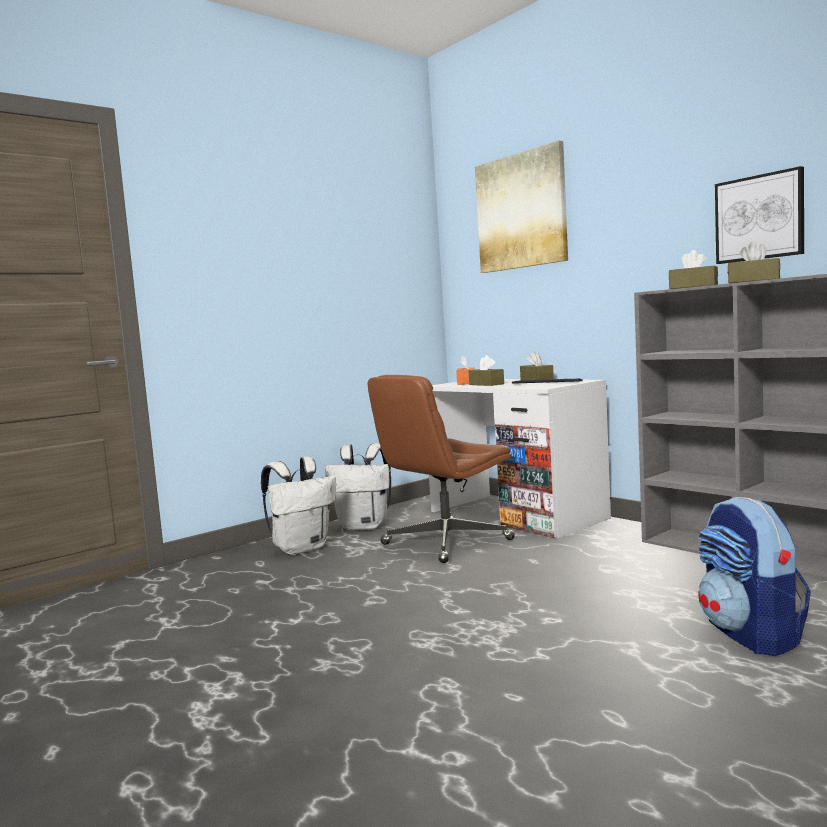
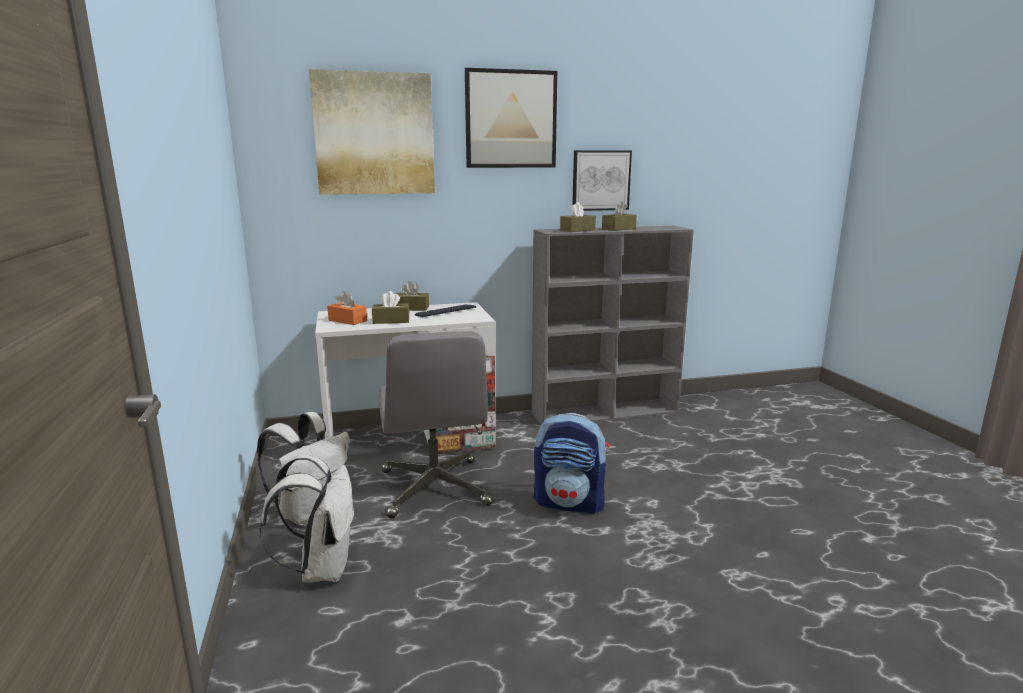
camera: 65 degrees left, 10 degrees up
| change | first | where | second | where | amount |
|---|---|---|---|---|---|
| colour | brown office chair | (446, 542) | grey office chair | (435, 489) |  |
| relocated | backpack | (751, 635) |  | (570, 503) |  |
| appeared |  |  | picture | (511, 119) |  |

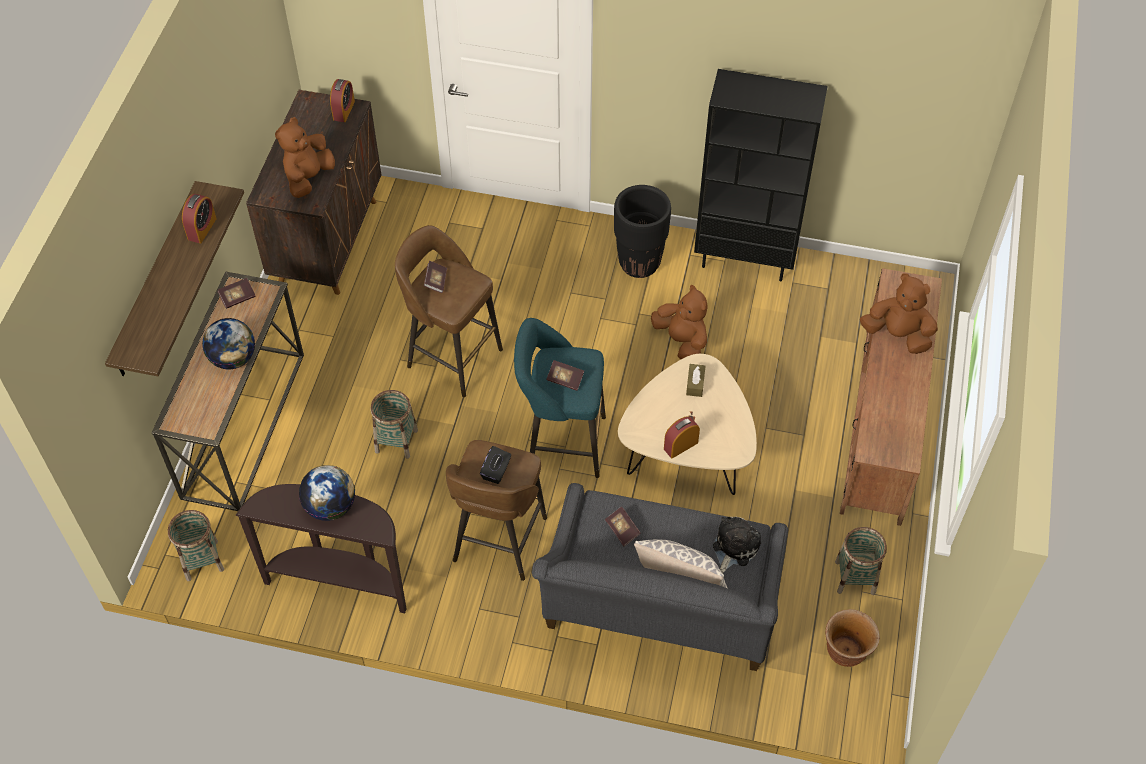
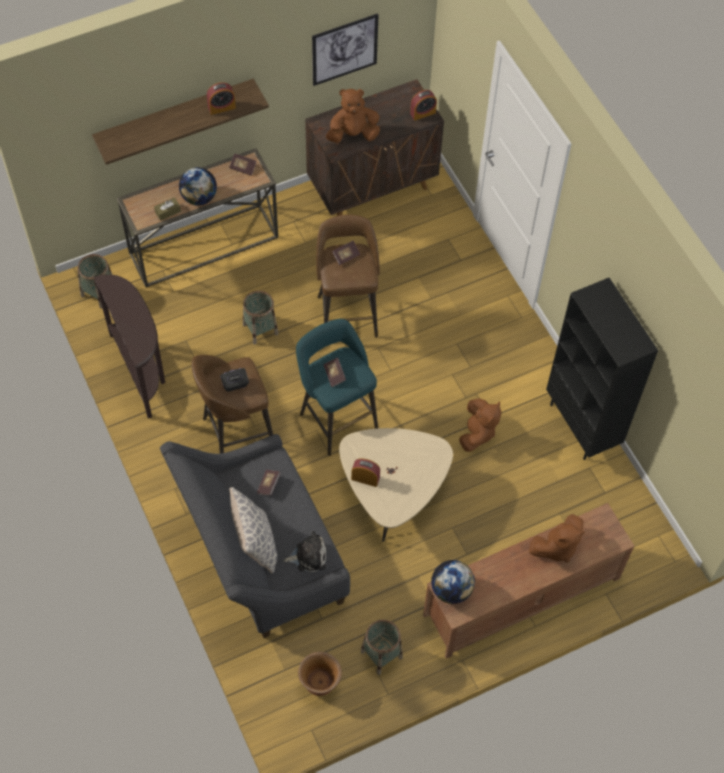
camera: 50 degrees right, 5 degrees up
| change | first | where | second | where | amount |
|---|---|---|---|---|---|
| missing | black planter | (639, 263) |  |  |  |
| spun | brown plush toy | (897, 335) |  | (557, 547) | 75 degrees clockwise |
| relocated | brown tissue box | (695, 384) |  | (168, 212) |  |
| relocated | globe | (331, 507) |  | (451, 590) |  |
| appeared |  |  | picture | (344, 49) |  |

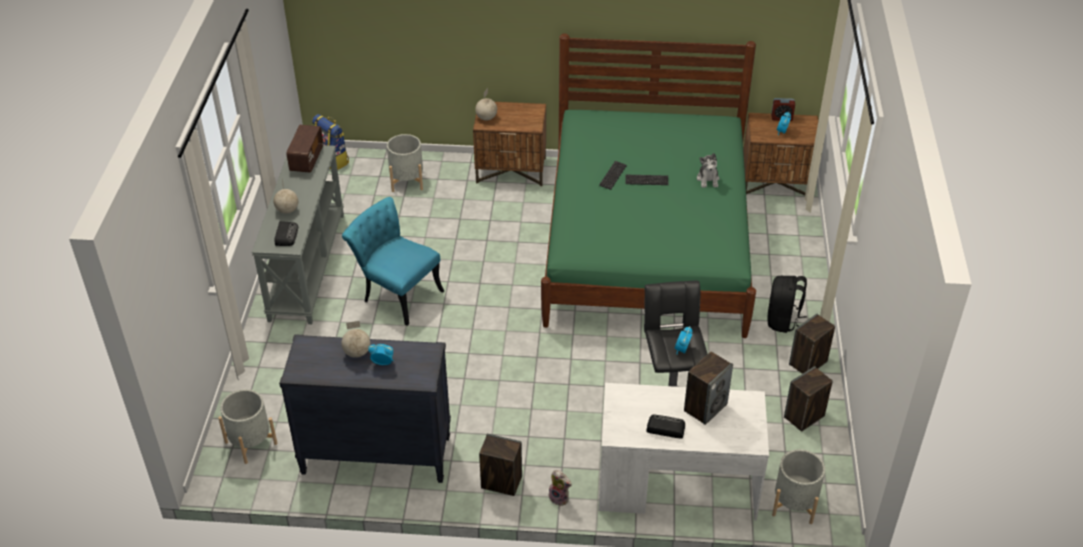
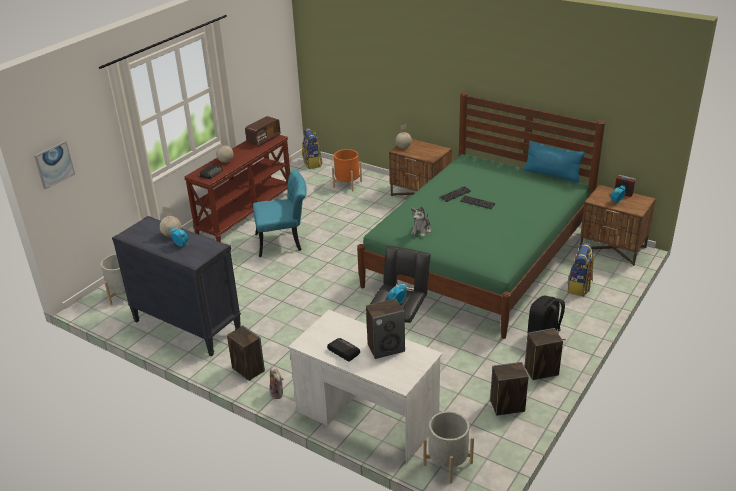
camera: 30 degrees right, 10 degrees down
| change | first | where | second | where | amount |
|---|---|---|---|---|---|
| colour | grey planter | (407, 181) | orange planter | (347, 184) |  |
| colour | grey console table | (306, 266) | brown console table | (245, 212) |  |
| relocated | plush toy | (708, 179) |  | (421, 230) |  |
| spun | turquoise chair | (396, 293) |  | (284, 242) | 105 degrees clockwise |
| appeared |  |  | blue pillow | (552, 174) |  |
| appeared |  |  | picture | (54, 164) |  |
| appeared |  |  | backpack | (579, 287) |  |

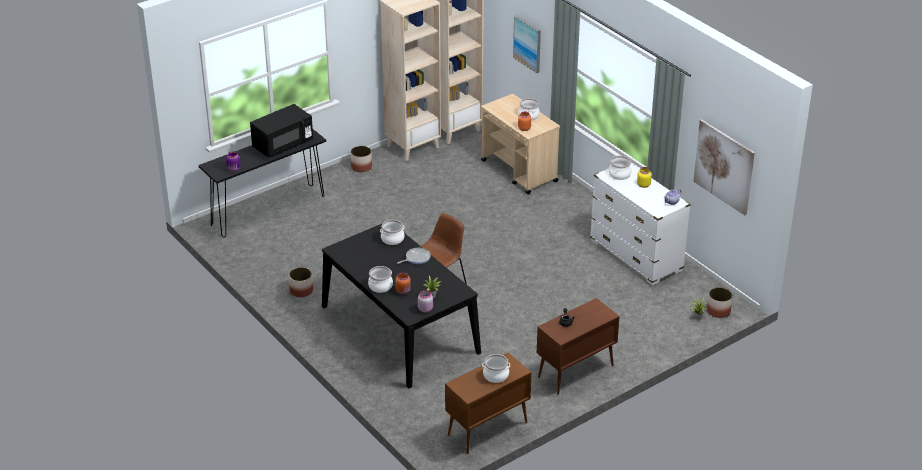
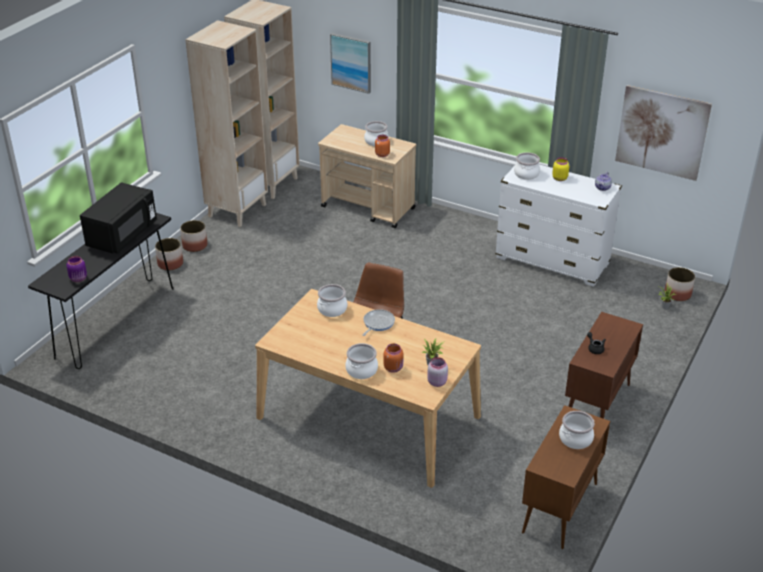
camera: 25 degrees left, 0 degrees up
| change | first | where | second | where | amount |
|---|---|---|---|---|---|
| colour | black dining table | (400, 329) | beige dining table | (368, 417) |  |
| relocated | planter | (301, 290) |  | (170, 264) |  |

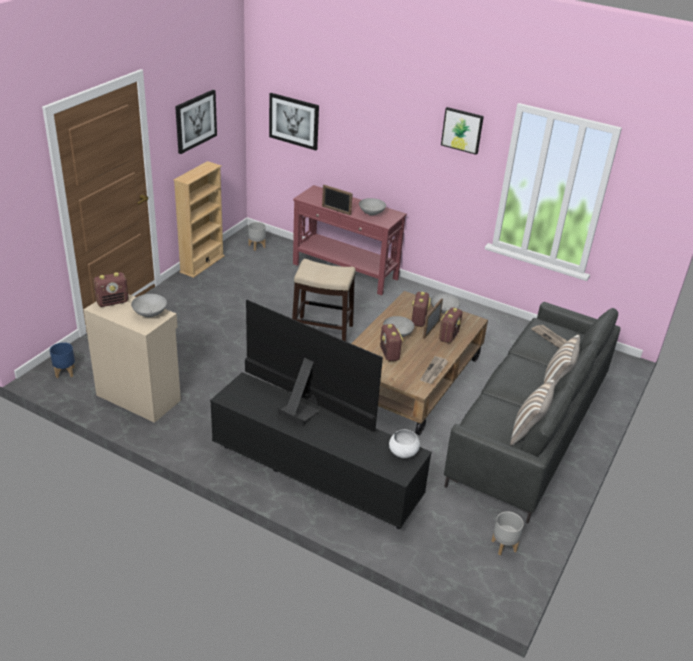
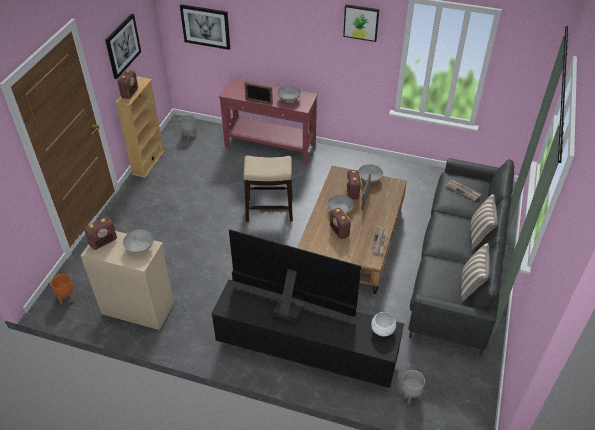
camera: 10 degrees left, 10 degrees up
| change | first | where | second | where | amount |
|---|---|---|---|---|---|
| relocated | radio | (449, 336) |  | (130, 93) |  |
| colour | blue planter | (65, 372) | orange planter | (66, 296) |  |
| relocated | grey planter | (504, 546) |  | (410, 395) |  |

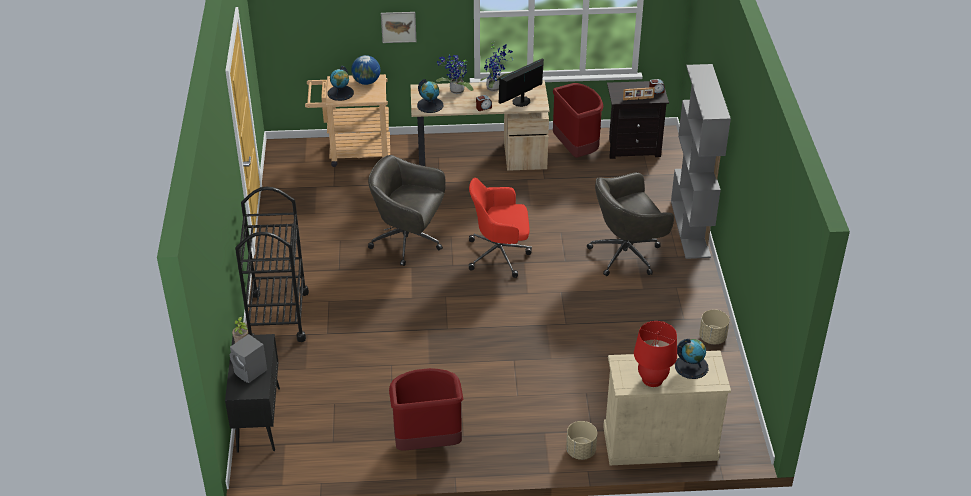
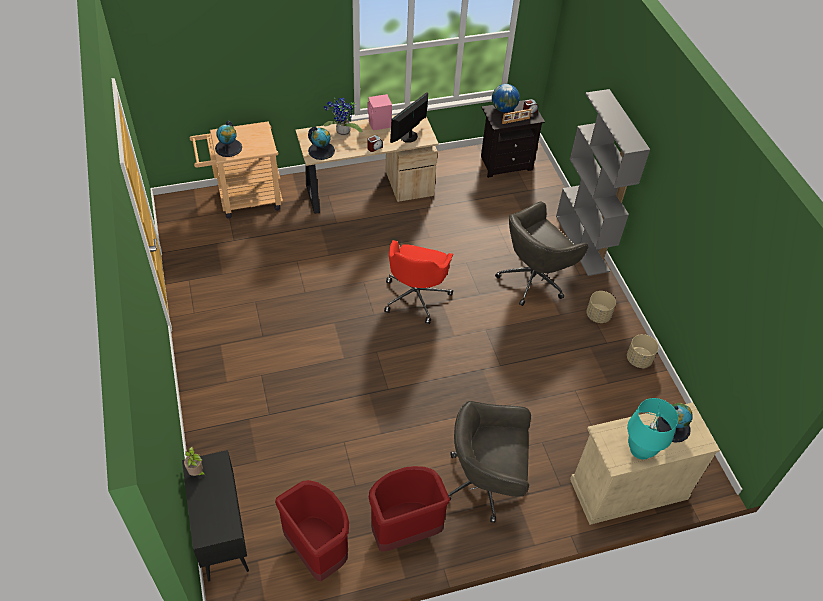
camera: 15 degrees left, 10 degrees up
| change | first | where | second | where | amount |
|---|---|---|---|---|---|
| missing | picture | (398, 27) |  |  |  |
| exchanged | potted plant | (495, 88) | pink speaker | (379, 124) |  |
| relocated | globe | (366, 82) |  | (503, 109) |  |
| relocated | red trash can | (576, 150) |  | (317, 550) |  |
| relocated | grey office chair | (408, 242) |  | (486, 483) |  |
| spun | red office chair | (500, 254) |  | (416, 296) | 60 degrees counterclockwise |
| missing | black cart | (278, 316) |  |  |  |
| colour | red table lamp | (652, 379) | turquoise table lamp | (641, 449) |  |
| missing | grey speaker | (251, 372) |  |  |  |
| relocated | beige planter | (581, 451) |  | (598, 315) |  |

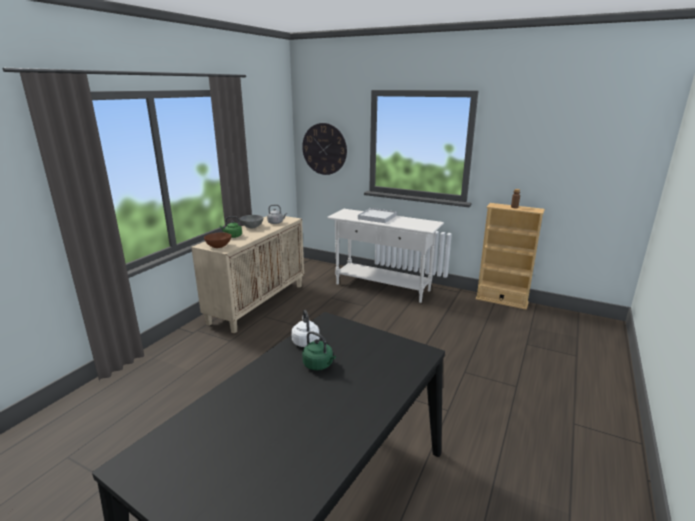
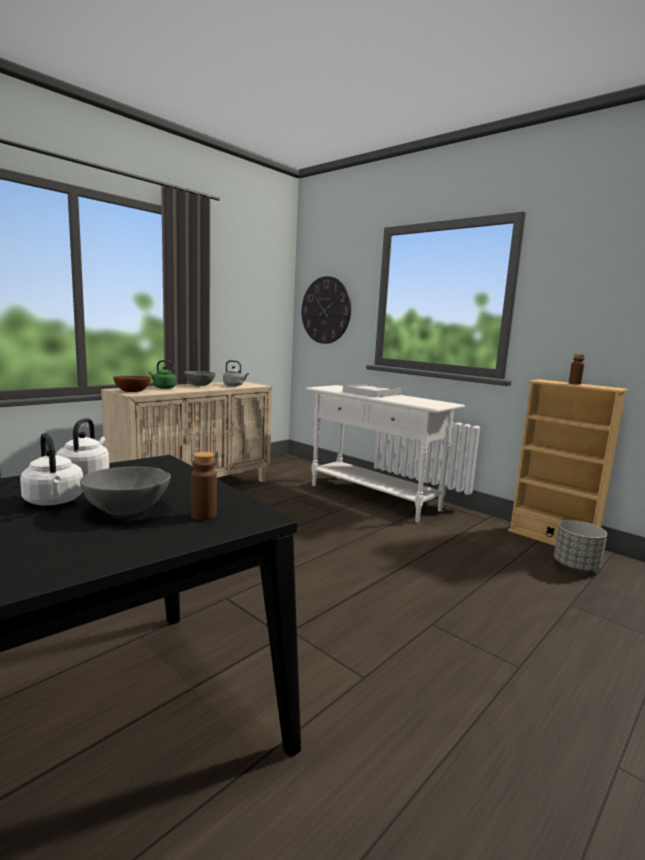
camera: 15 degrees right, 10 degrees down
| change | first | where | second | where | amount |
|---|---|---|---|---|---|
| colour | green kettle | (319, 365) | white kettle | (54, 501) |  |
| appeared |  |  | brown bottle | (203, 515) |  |
| appeared |  |  | grey bowl | (127, 509) |  |
| appeared |  |  | grey planter | (576, 566) |  |

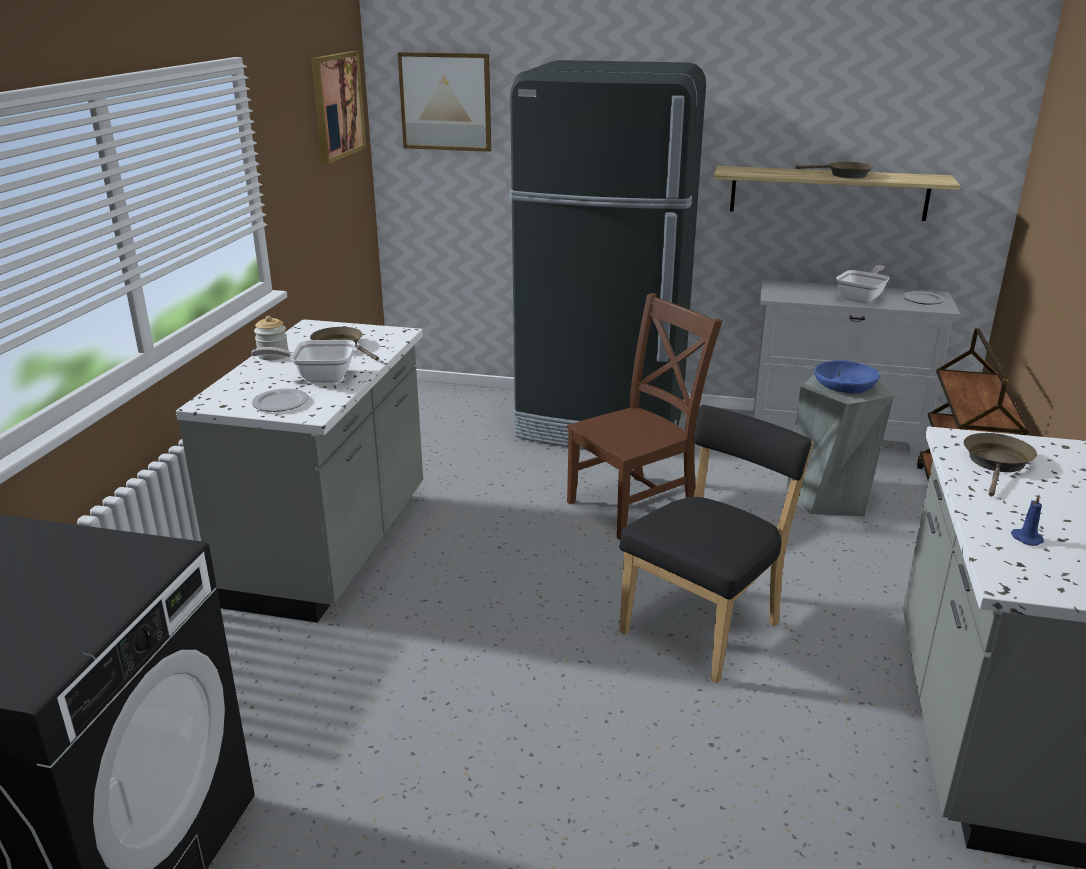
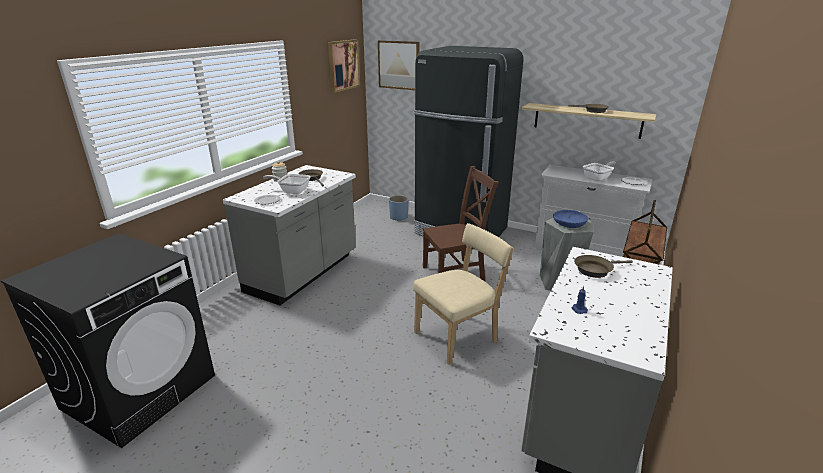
camera: 15 degrees right, 0 degrees up
| change | first | where | second | where | amount |
|---|---|---|---|---|---|
| colour | black chair | (705, 626) | beige chair | (459, 336) |  |
| spun | brown frying pan | (997, 463) |  | (595, 270) | 150 degrees counterclockwise |
| appeared |  |  | blue planter | (399, 217) |  |

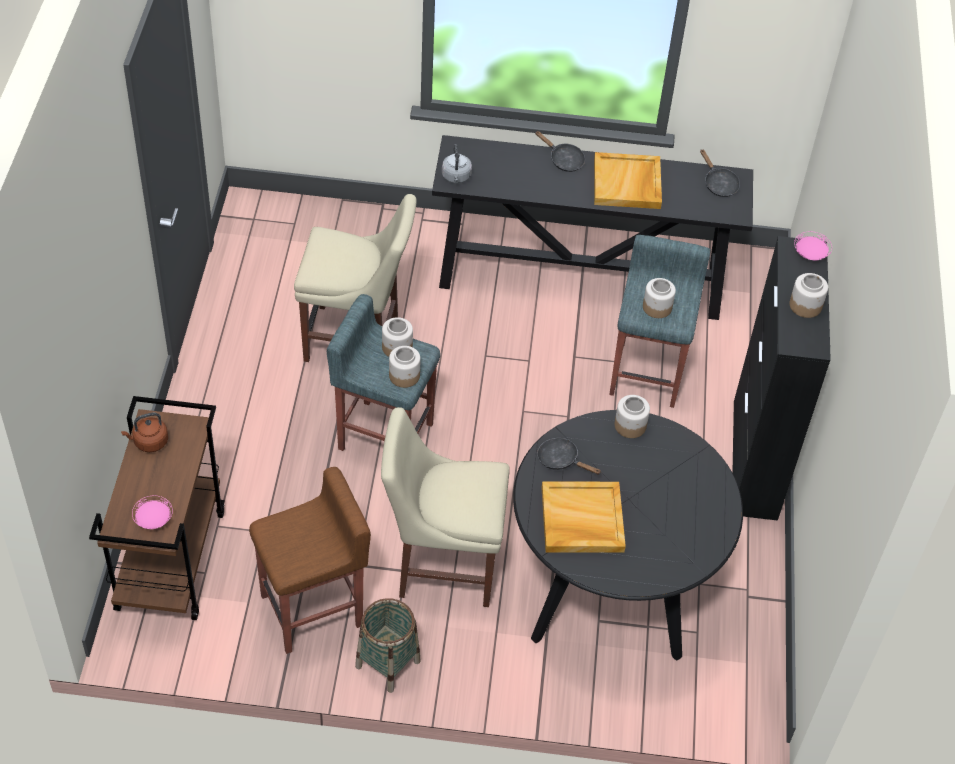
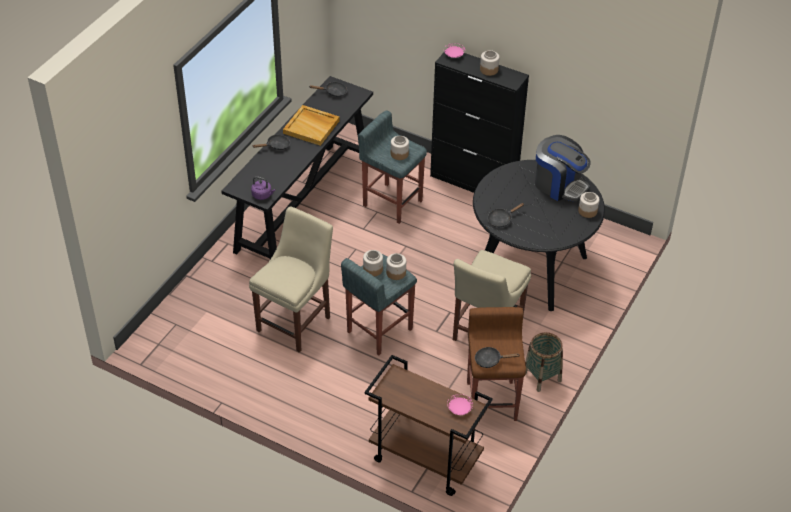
camera: 65 degrees left, 5 degrees down
| change | first | where | second | where | amount |
|---|---|---|---|---|---|
| colour | grey kettle | (456, 177) | purple kettle | (263, 195) |  |
| relocated | jar | (629, 425) |  | (587, 211) |  |
| missing | brown kettle | (149, 442) |  |  |  |
| missing | beige tray | (581, 520) |  |  |  |
| appeared |  |  | coffee machine | (559, 185) |  |
| appeared |  |  | black frying pan | (490, 360) |  |

